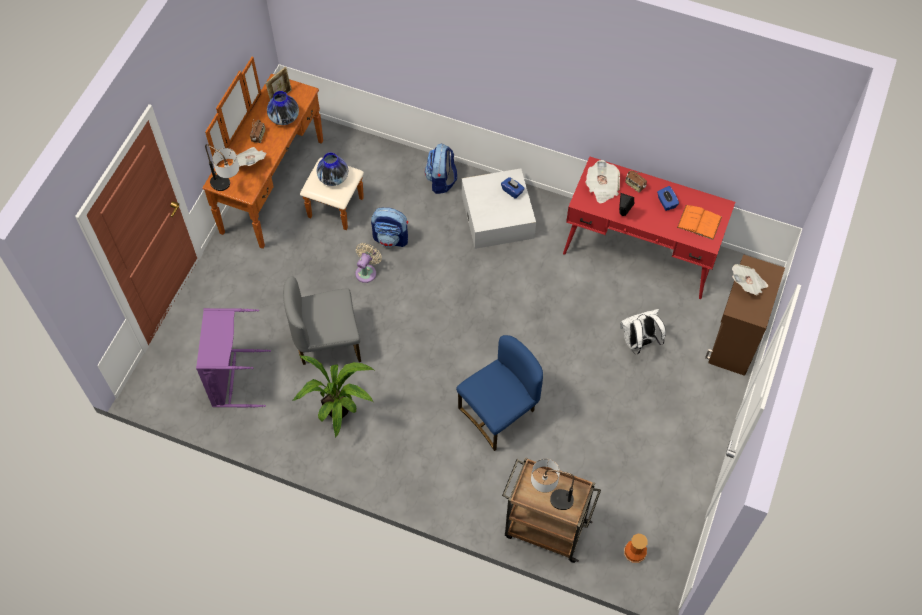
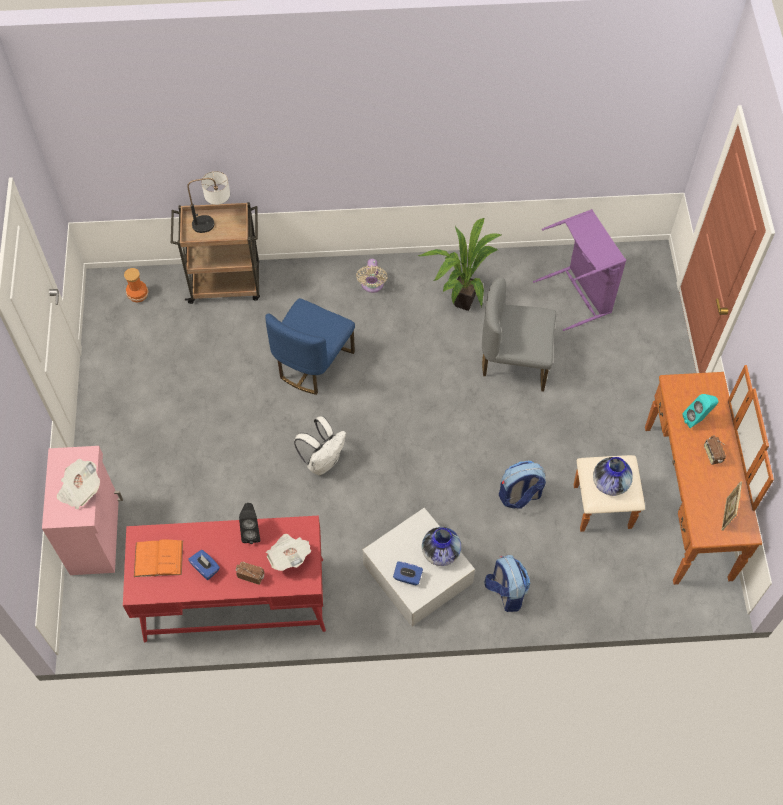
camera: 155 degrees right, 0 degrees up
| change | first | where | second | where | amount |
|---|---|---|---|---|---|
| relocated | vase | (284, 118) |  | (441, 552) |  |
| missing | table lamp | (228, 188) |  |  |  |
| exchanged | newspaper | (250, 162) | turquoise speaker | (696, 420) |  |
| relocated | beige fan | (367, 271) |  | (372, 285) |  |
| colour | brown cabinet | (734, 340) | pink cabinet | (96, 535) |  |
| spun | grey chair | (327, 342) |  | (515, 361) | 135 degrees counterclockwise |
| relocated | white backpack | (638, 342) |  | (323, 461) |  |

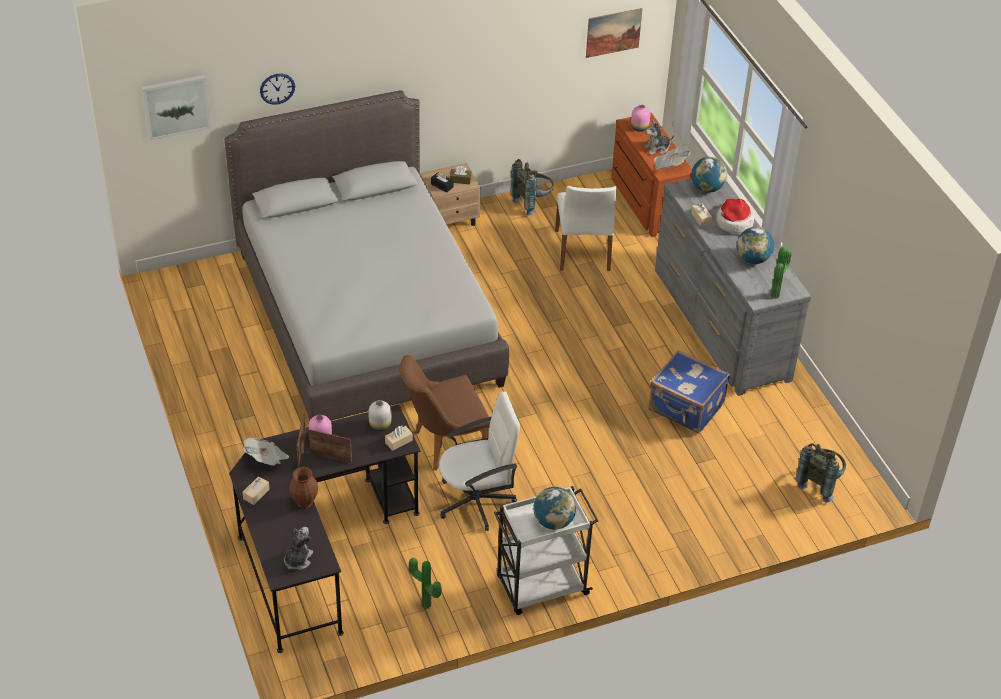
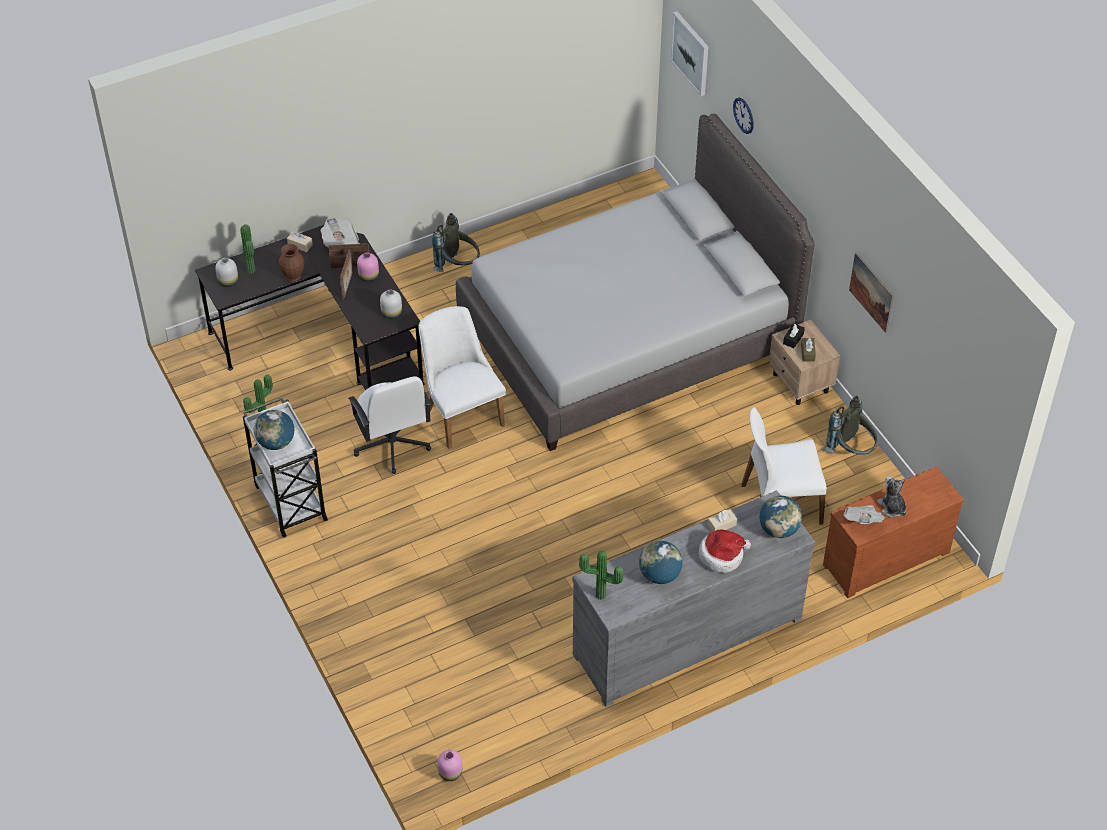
camera: 85 degrees right, 5 degrees up
| change | first | where | second | where | amount |
|---|---|---|---|---|---|
| relocated | picture | (613, 32) |  | (871, 292) |  |
| relocated | pink vase | (639, 127) |  | (451, 773) |  |
| missing | blue suitcase | (685, 408) |  |  |  |
| colour | brown chair | (443, 445) | white chair | (460, 413) |  |
| missing | beige tissue box | (398, 441) |  |  |  |
| relocated | grey backpack | (819, 483) |  | (458, 266) |  |
| exchanged | plush toy | (297, 559) | white vase | (228, 281) |  |
| appeared |  |  | potted plant | (252, 270) |  |

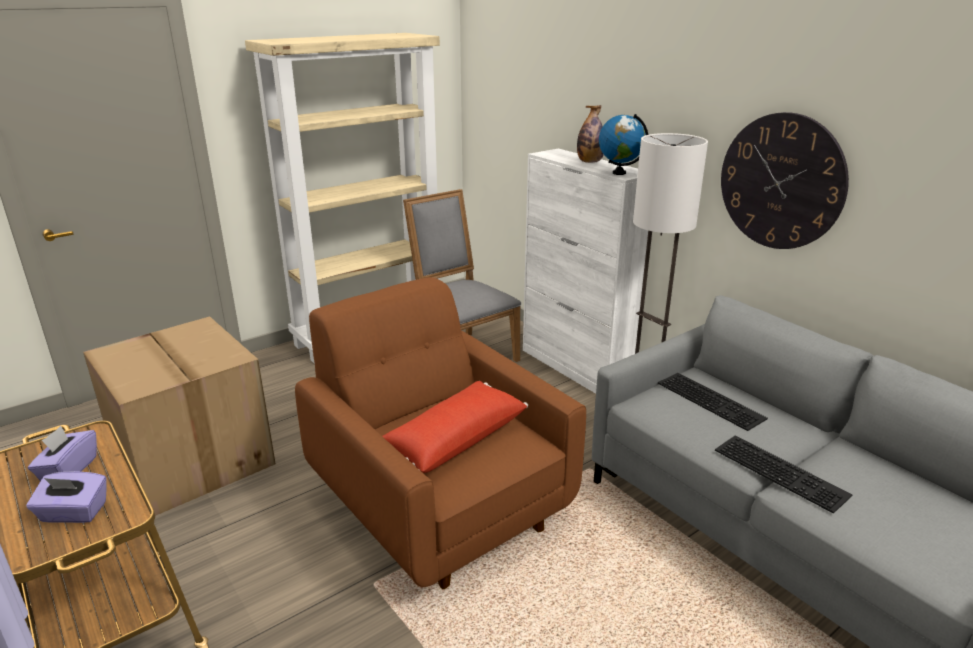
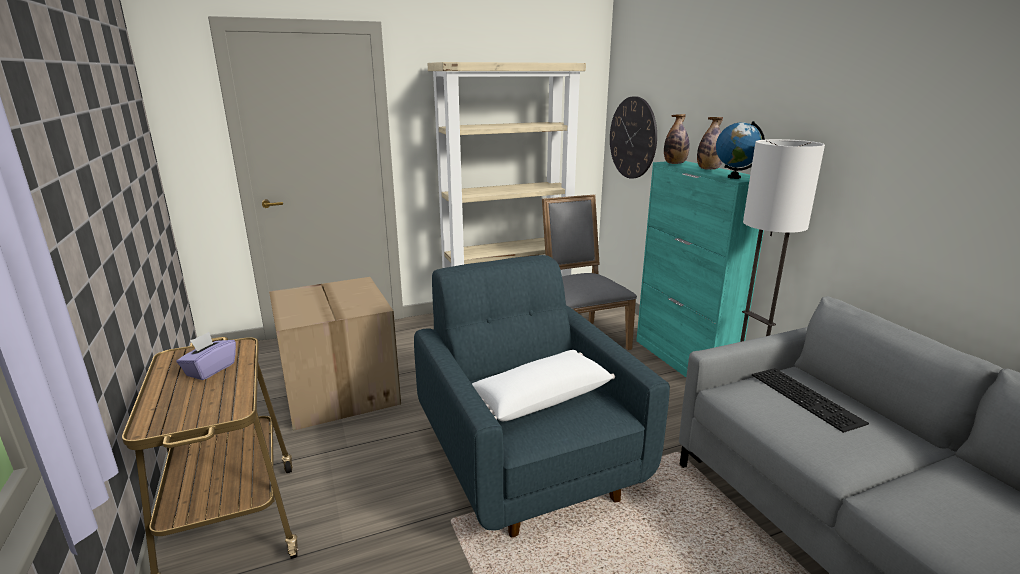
camera: 15 degrees right, 5 degrees down
| change | first | where | second | where | amount |
|---|---|---|---|---|---|
| relocated | wall clock | (781, 182) |  | (633, 138) |  |
| colour | white cabinet | (576, 368) | turquoise cabinet | (683, 362) |  |
| colour | brown armchair | (438, 506) | blue armchair | (527, 461) |  |
| colour | red pillow | (453, 440) | white pillow | (539, 398) |  |
| missing | keyboard | (782, 471) |  |  |  |
| missing | purple tissue box | (73, 513) |  |  |  |
| appeared |  |  | bottle | (675, 163) |  |

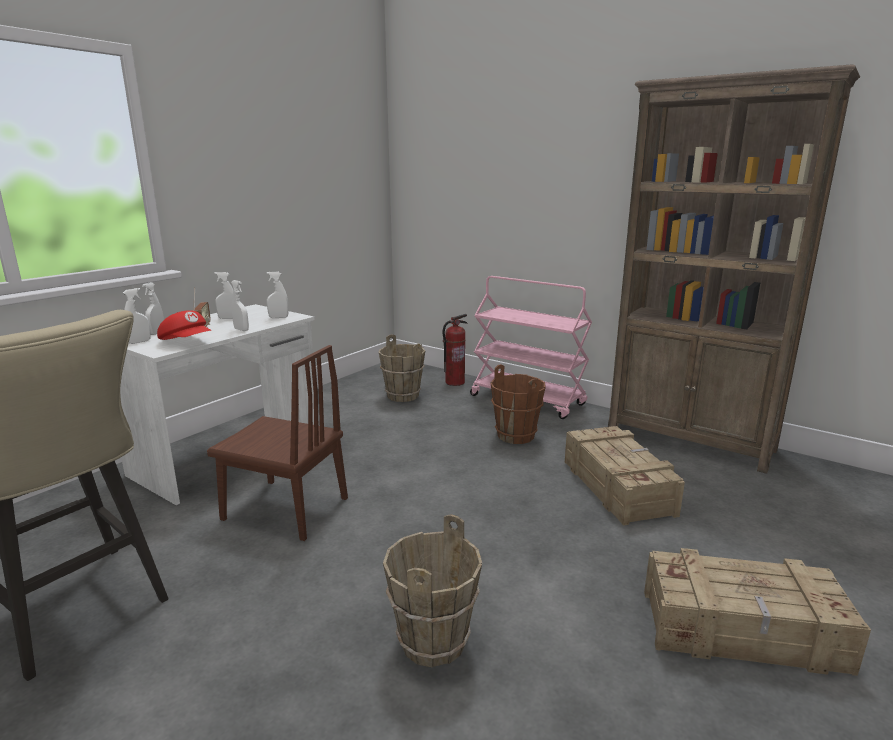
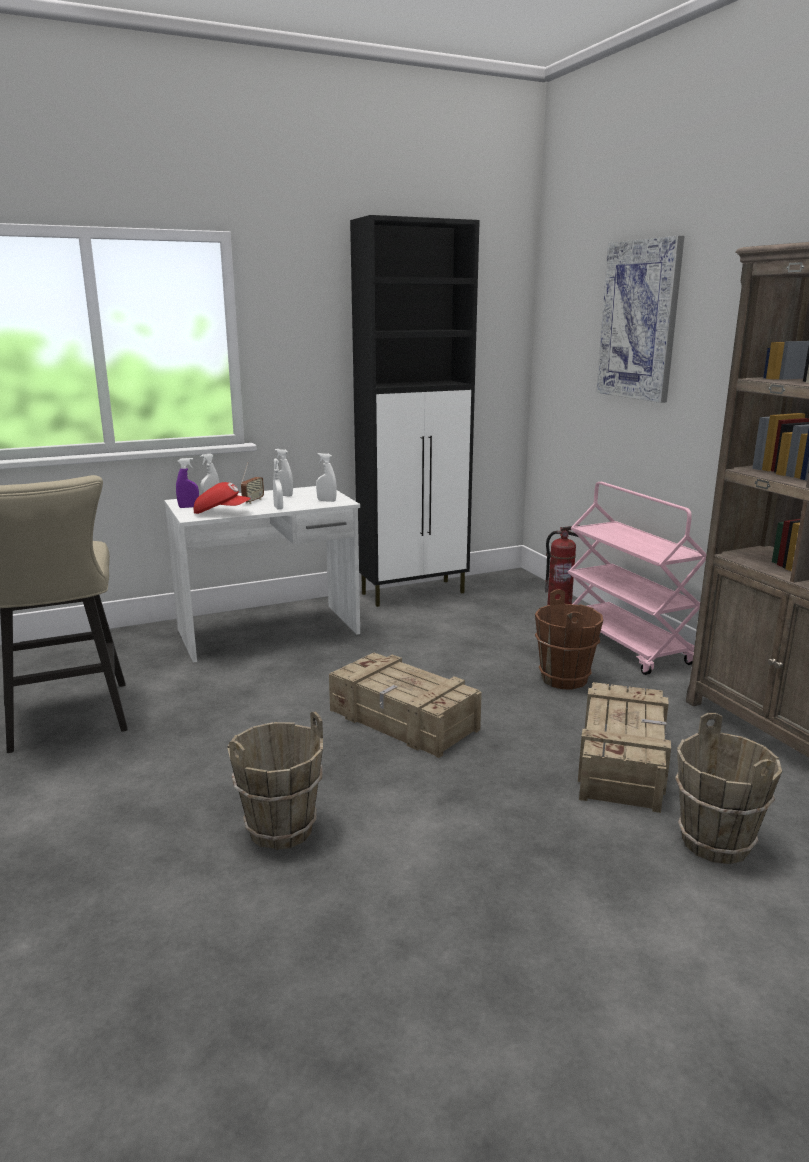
camera: 30 degrees right, 0 degrees up
| change | first | where | second | where | amount |
|---|---|---|---|---|---|
| colour | white spray bottle | (139, 342) | purple spray bottle | (188, 507) |  |
| spun | red cap | (187, 342) |  | (222, 512) | 60 degrees counterclockwise |
| relocated | brown bucket | (402, 396) |  | (714, 843) |  |
| missing | brown chair | (285, 508) |  |  |  |
| relocated | crate | (743, 631) |  | (403, 721) |  |
| appeared |  |  | black cabinet | (414, 593) |  |
| appeared |  |  | picture | (639, 320) |  |

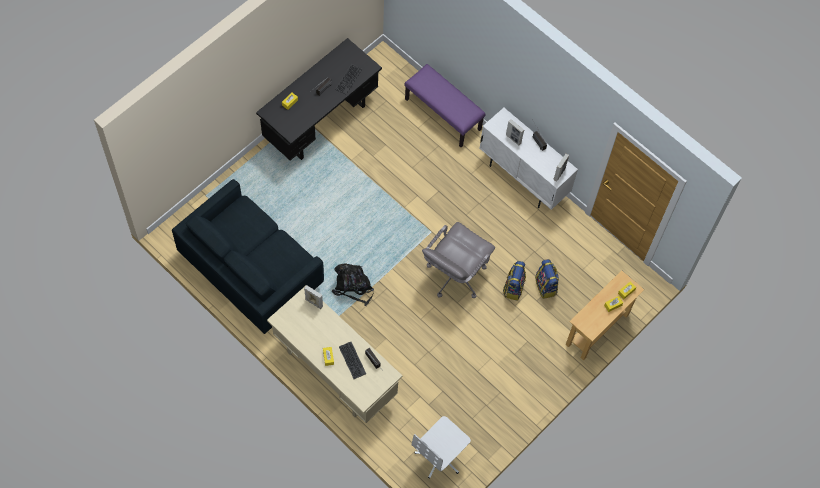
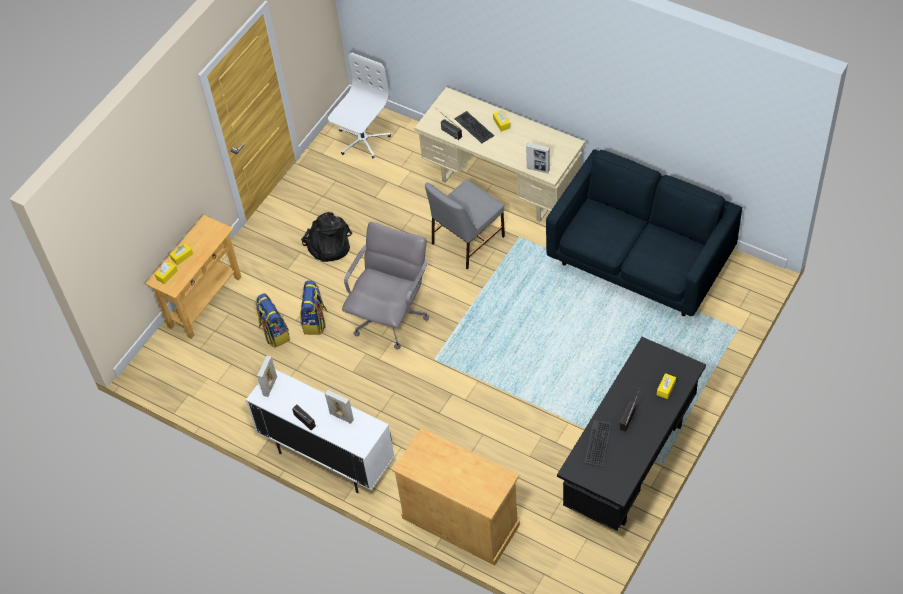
camera: 175 degrees right, 10 degrees down
| change | first | where | second | where | amount |
|---|---|---|---|---|---|
| exchanged | purple bench | (443, 114) | beige cabinet | (461, 521) |  |
| relocated | black backpack | (353, 286) |  | (328, 245) |  |
| appeared |  |  | grey chair | (466, 240) |  |

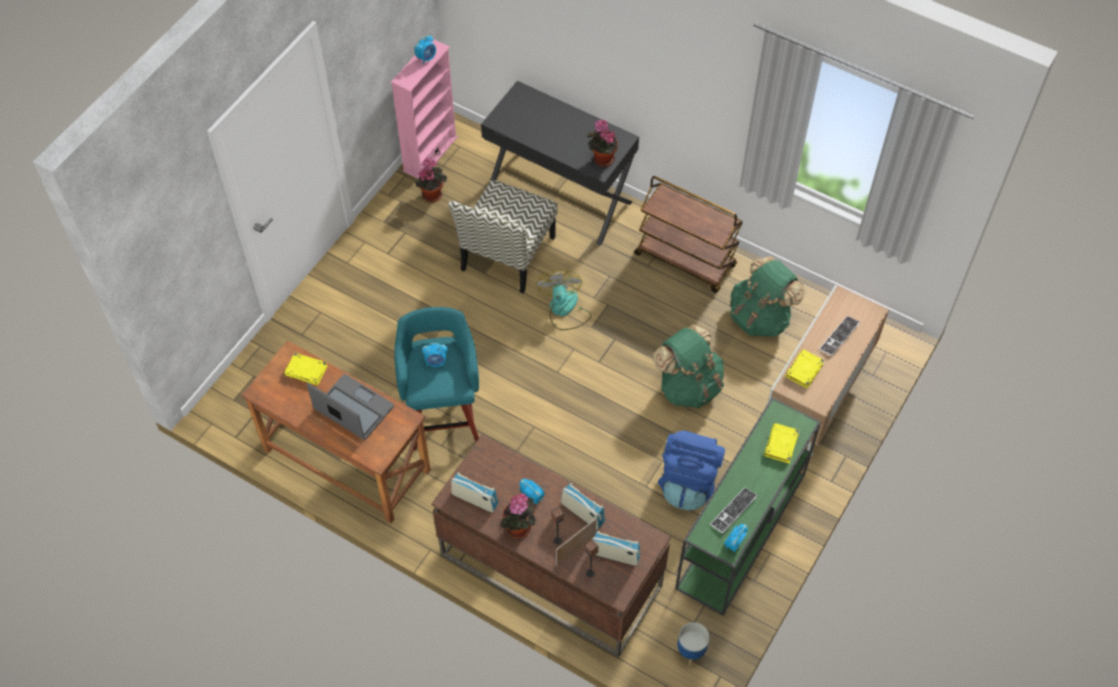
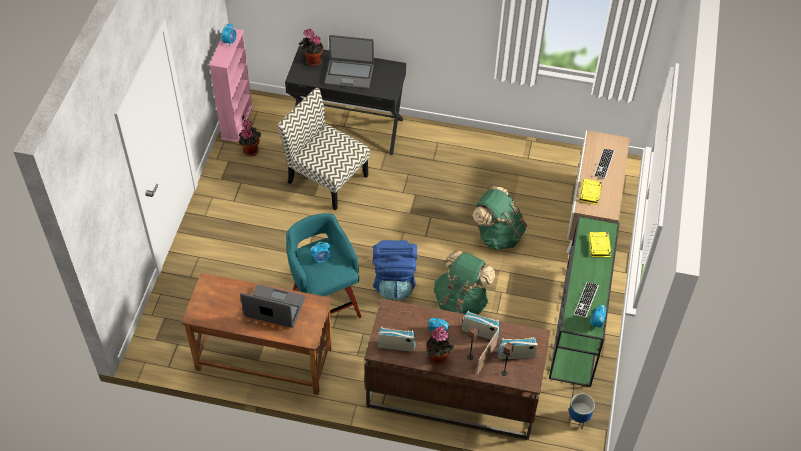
camera: 20 degrees left, 5 degrees down
| change | first | where | second | where | amount |
|---|---|---|---|---|---|
| relocated | potted plant | (602, 159) |  | (312, 61) |  |
| missing | brown cart | (686, 260) |  |  |  |
| spun | chair | (507, 255) |  | (326, 178) | 120 degrees clockwise |
| relocated | green backpack | (760, 317) |  | (461, 301) |  |
| missing | fan | (564, 310) |  |  |  |
| missing | yellow book | (307, 371) |  |  |  |
| relocated | blue backpack | (688, 483) |  | (394, 282) |  |
| appeared |  |  | laptop | (349, 74) |  |

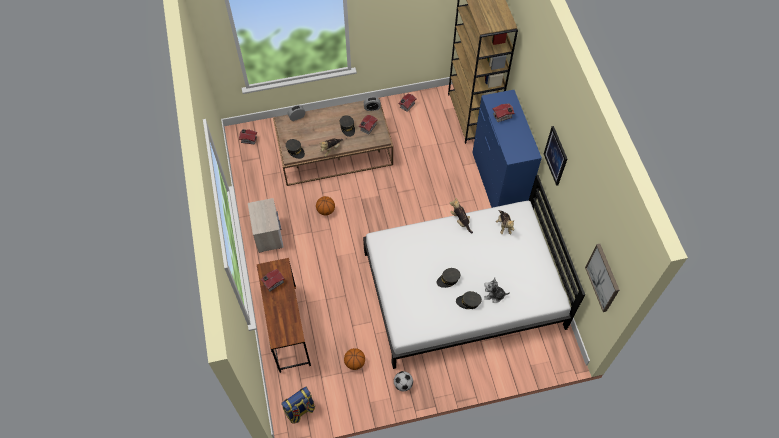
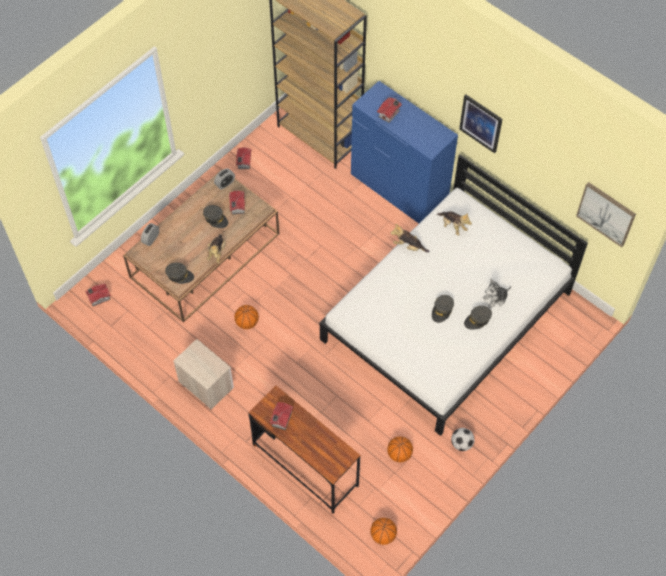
camera: 35 degrees left, 0 degrees up
| change | first | where | second | where | amount |
|---|---|---|---|---|---|
| exchanged | backpack | (300, 410) | basketball | (383, 535) |  |

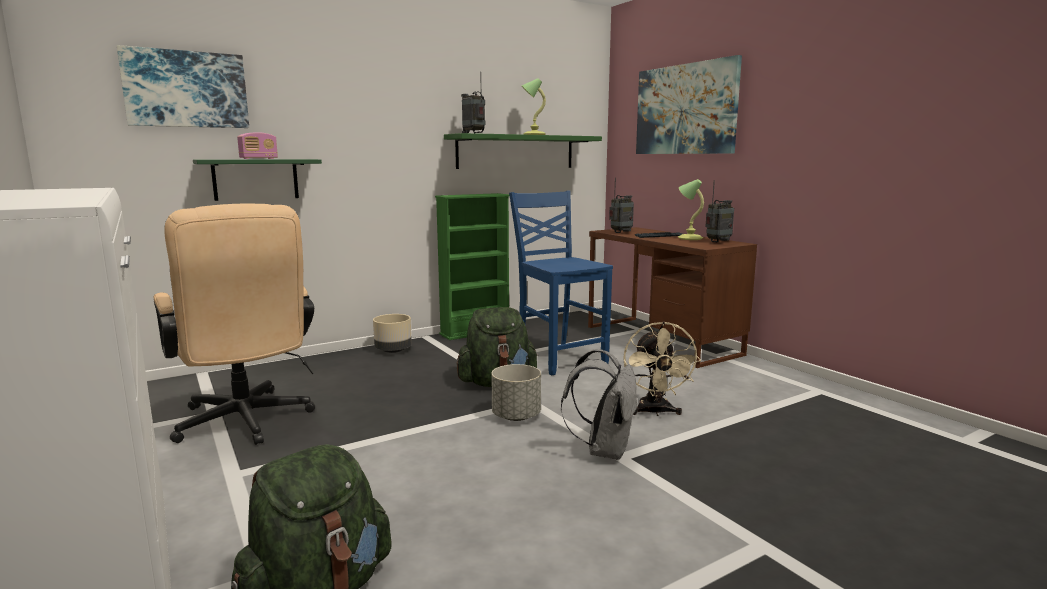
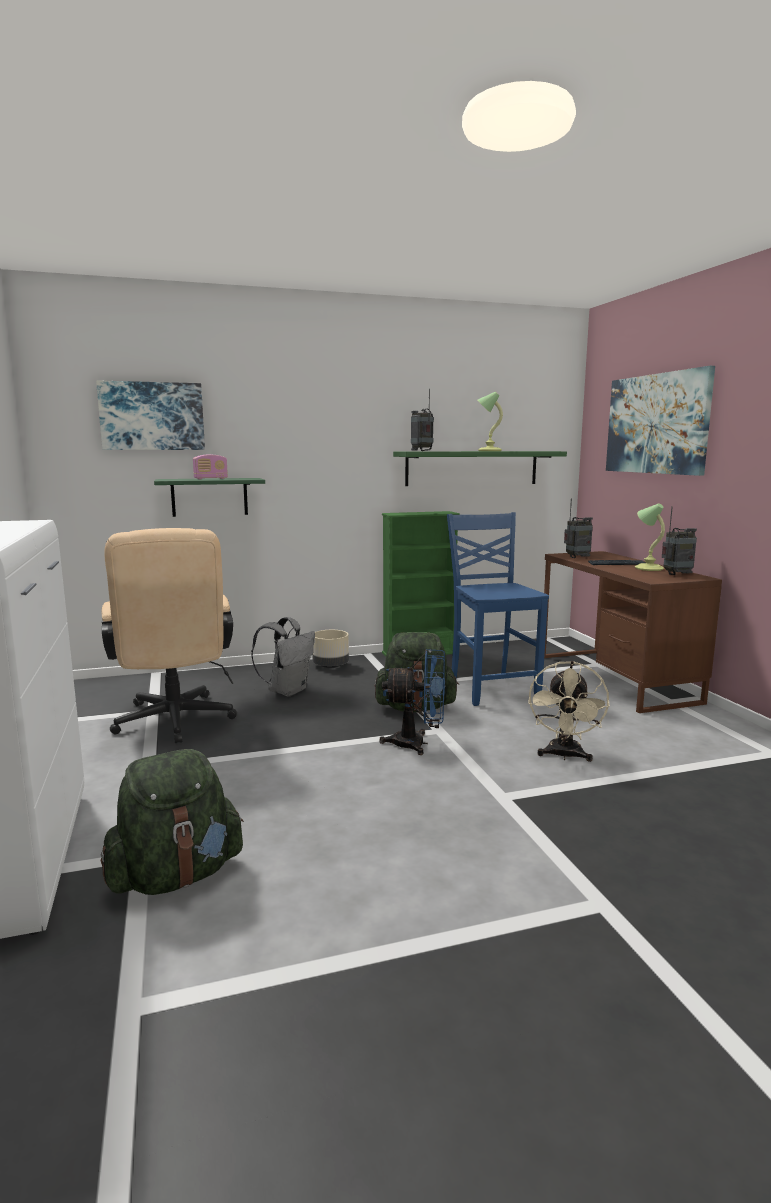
camera: 15 degrees right, 0 degrees up
| change | first | where | second | where | amount |
|---|---|---|---|---|---|
| relocated | grey backpack | (604, 450) |  | (287, 691) |  |
| exchanged | grey planter | (516, 416) | blue fan | (417, 744) |  |

